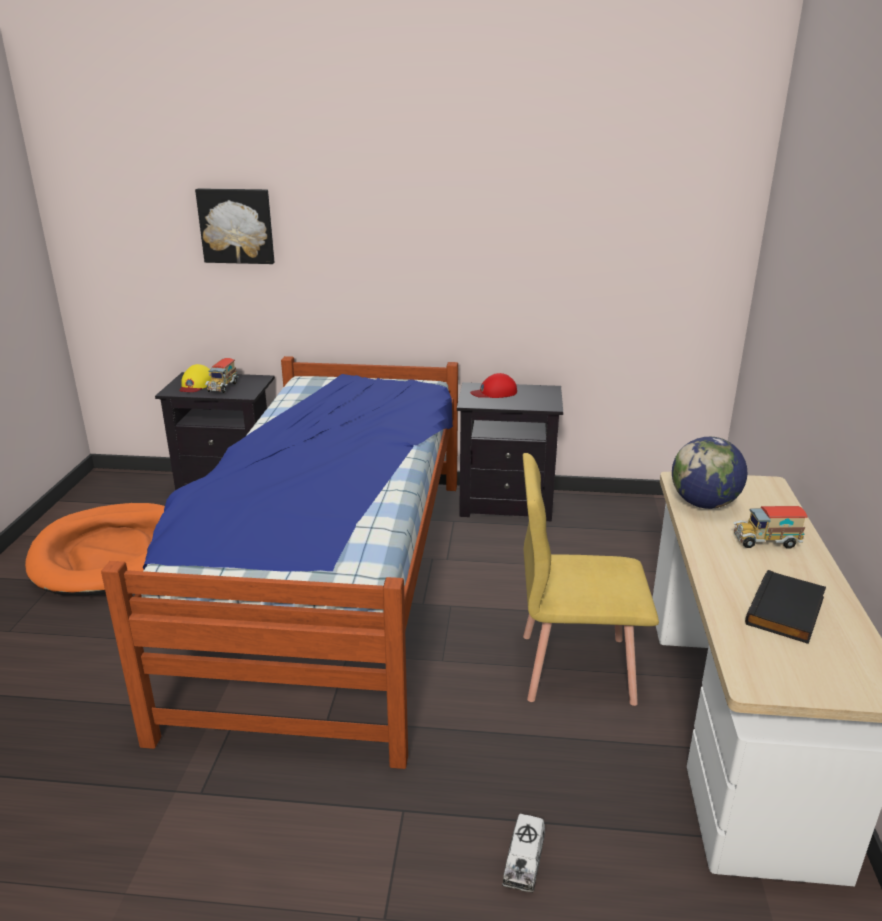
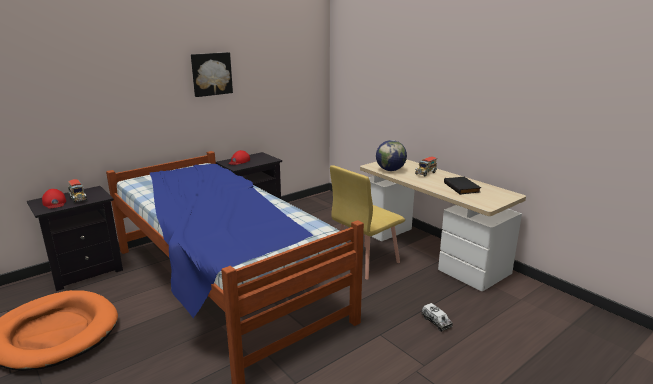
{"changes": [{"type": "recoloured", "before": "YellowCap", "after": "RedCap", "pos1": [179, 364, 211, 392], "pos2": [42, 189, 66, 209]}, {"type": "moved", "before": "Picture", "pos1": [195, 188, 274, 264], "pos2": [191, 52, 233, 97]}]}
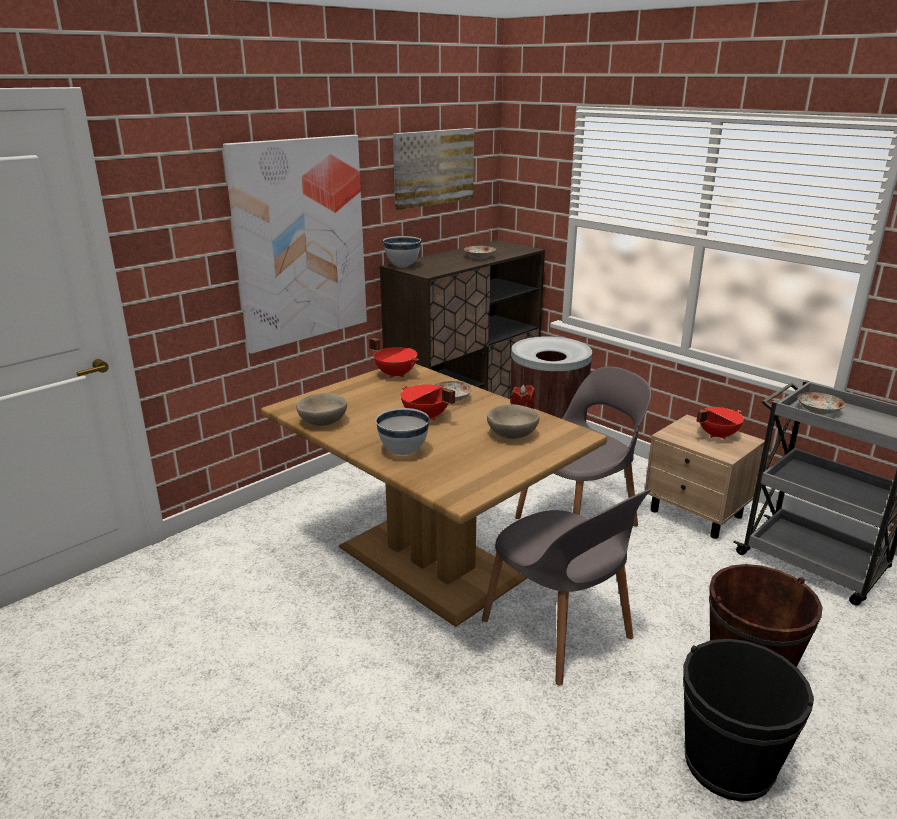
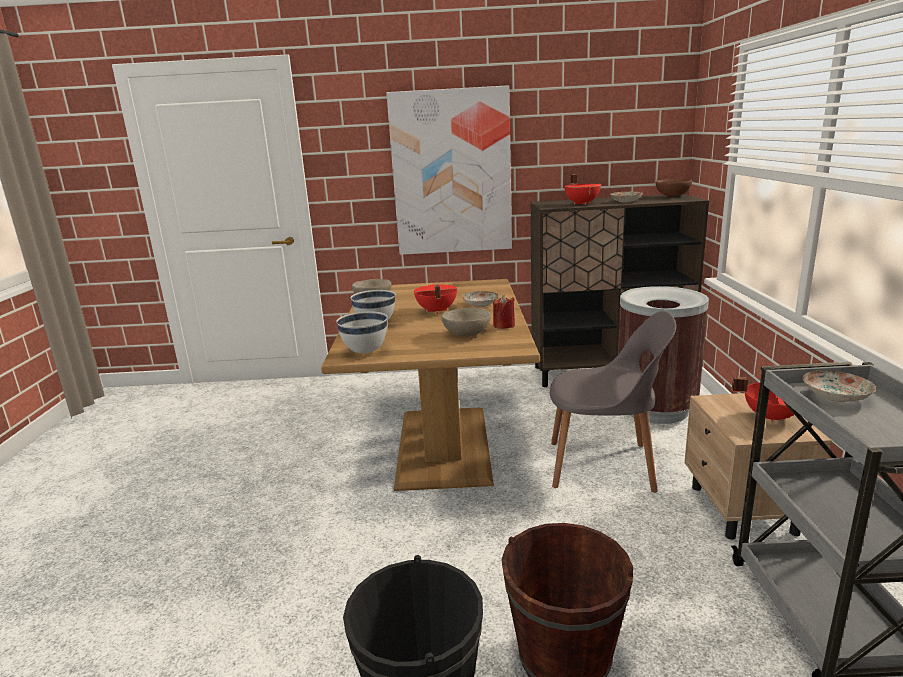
{"changes": [{"type": "moved", "before": "RedCookingPot", "pos1": [369, 338, 418, 378], "pos2": [564, 174, 601, 205]}, {"type": "moved", "before": "WhiteBowl", "pos1": [383, 236, 421, 267], "pos2": [336, 311, 387, 354]}, {"type": "removed", "before": "Picture", "pos1": [393, 128, 474, 210]}, {"type": "removed", "before": "GreyChair", "pos1": [482, 488, 652, 685]}, {"type": "added", "after": "BrownBowl", "pos2": [656, 179, 692, 197]}]}
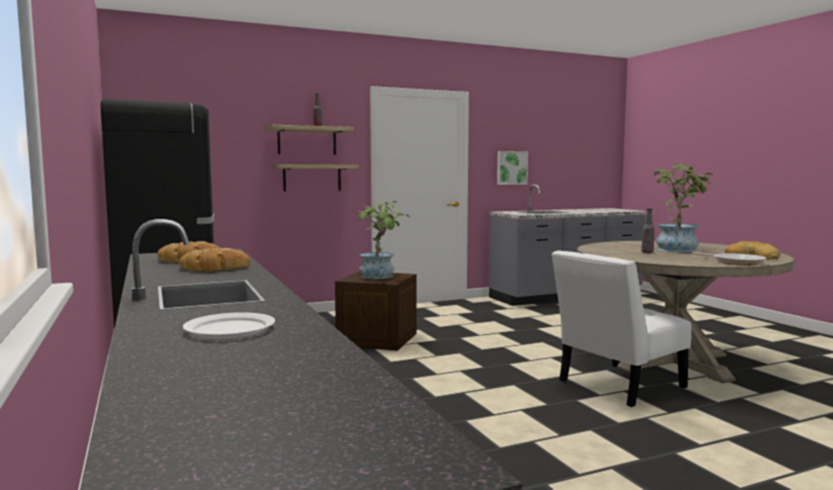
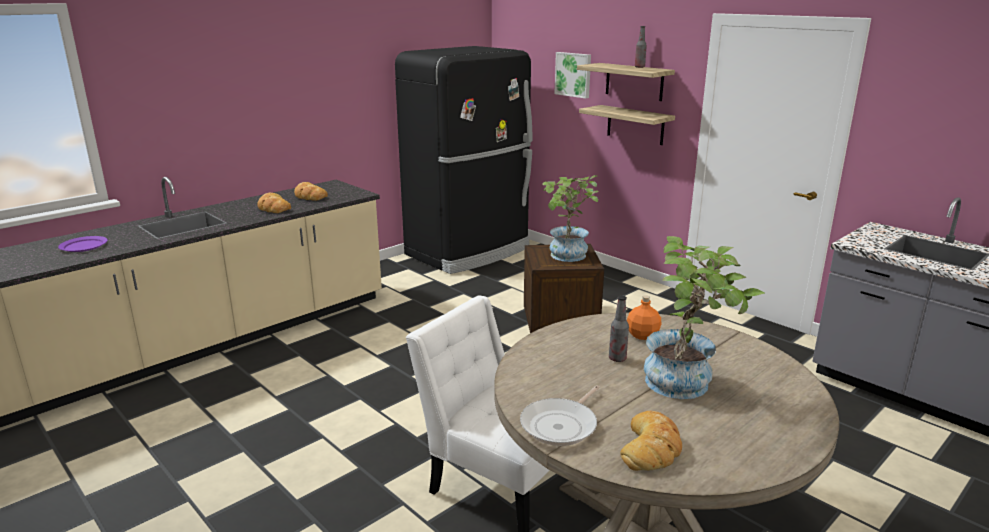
{"changes": [{"type": "recoloured", "before": "WhitePlate", "after": "PurplePlate", "pos1": [183, 312, 275, 338], "pos2": [58, 236, 108, 252]}, {"type": "moved", "before": "Picture", "pos1": [497, 151, 528, 185], "pos2": [555, 52, 591, 99]}, {"type": "added", "after": "OrangeBottle", "pos2": [627, 295, 661, 340]}]}
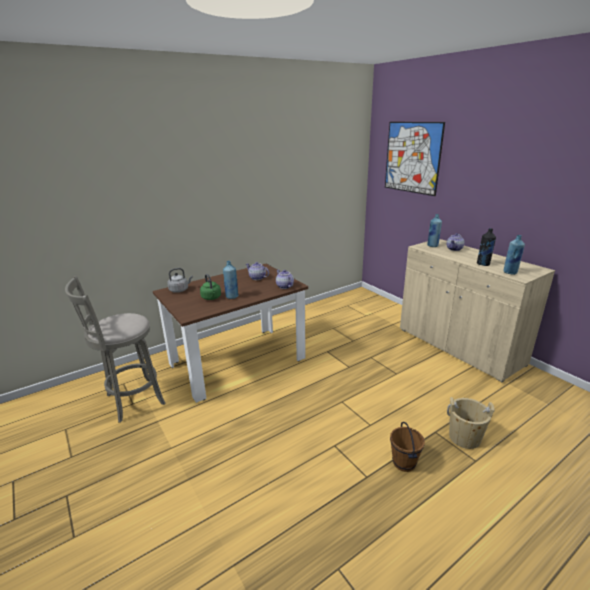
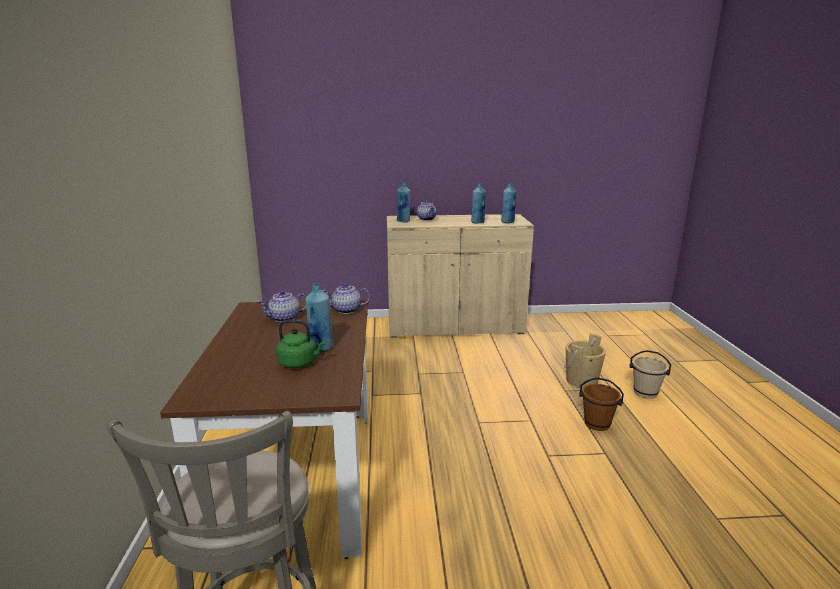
{"changes": [{"type": "removed", "before": "GreyKettle", "pos1": [168, 268, 193, 293]}, {"type": "removed", "before": "Picture", "pos1": [385, 122, 445, 196]}, {"type": "recoloured", "before": "BlackBottle", "after": "BlueBottle", "pos1": [477, 228, 496, 266], "pos2": [471, 183, 486, 224]}, {"type": "added", "after": "BeigeBucket", "pos2": [630, 350, 671, 399]}]}
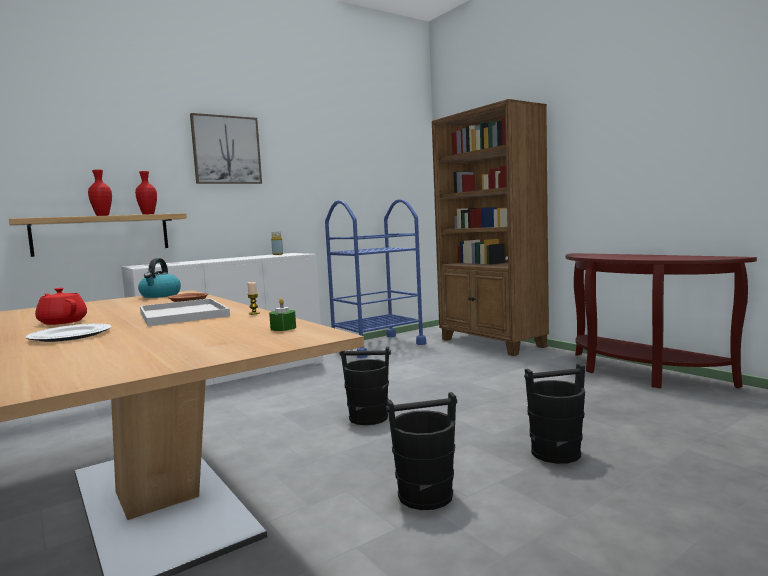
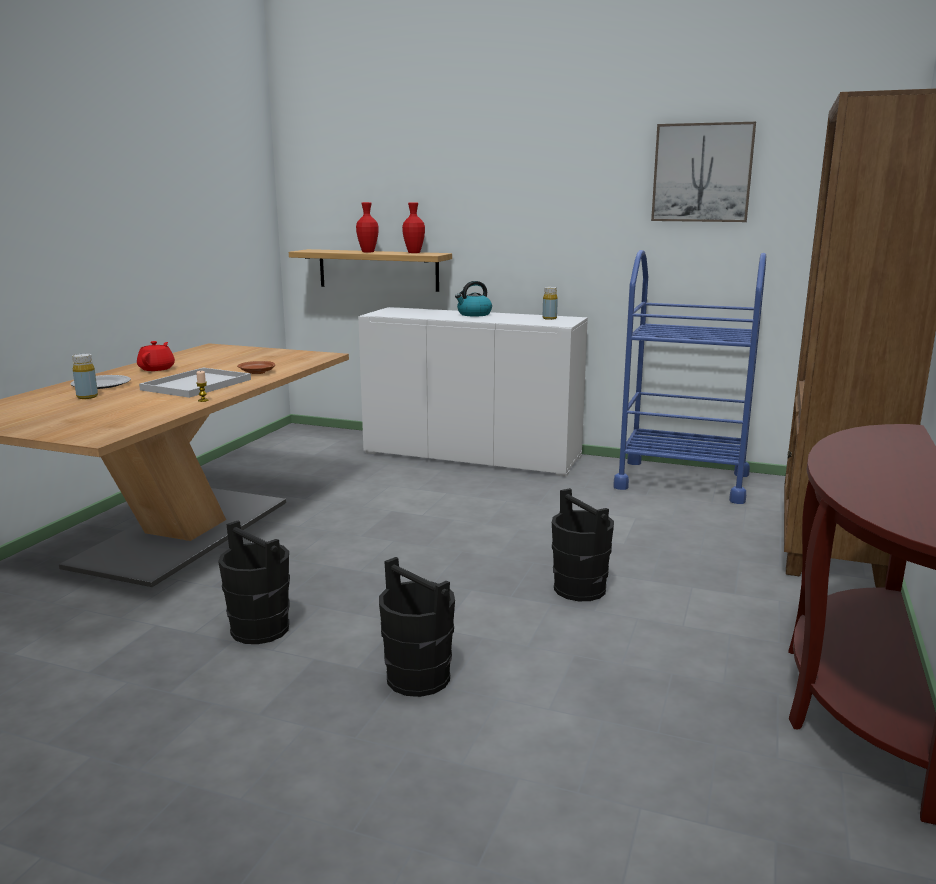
{"changes": [{"type": "moved", "before": "Kettle", "pos1": [138, 258, 181, 298], "pos2": [455, 281, 492, 317]}, {"type": "moved", "before": "Picture", "pos1": [190, 113, 262, 184], "pos2": [651, 122, 756, 222]}, {"type": "removed", "before": "GreenCandle", "pos1": [269, 298, 296, 331]}, {"type": "moved", "before": "BlackBucket", "pos1": [340, 347, 391, 425], "pos2": [552, 488, 614, 601]}, {"type": "added", "after": "YellowBottle", "pos2": [72, 353, 98, 399]}]}
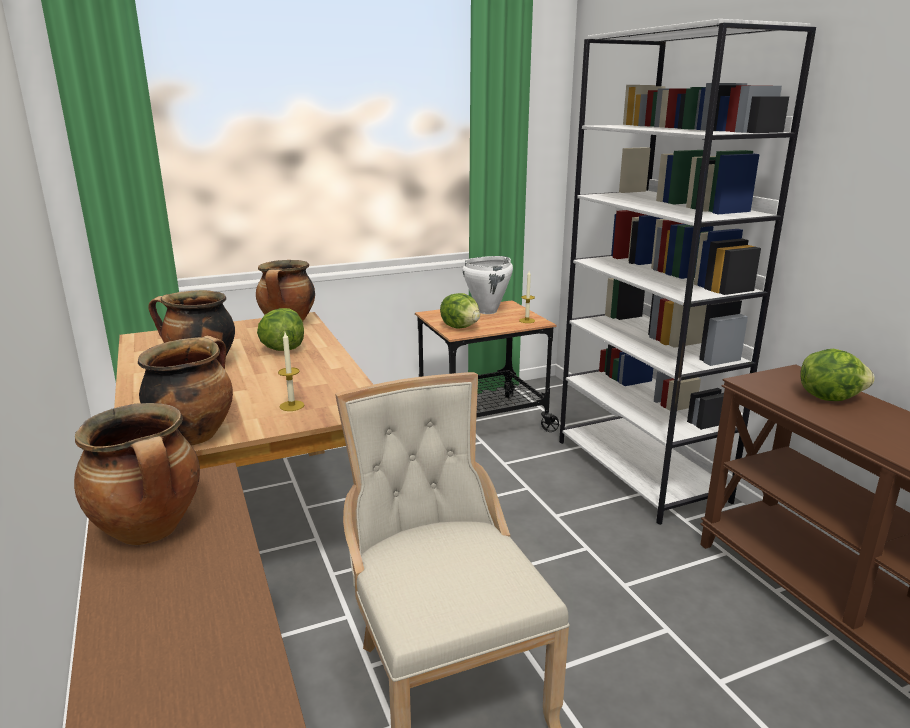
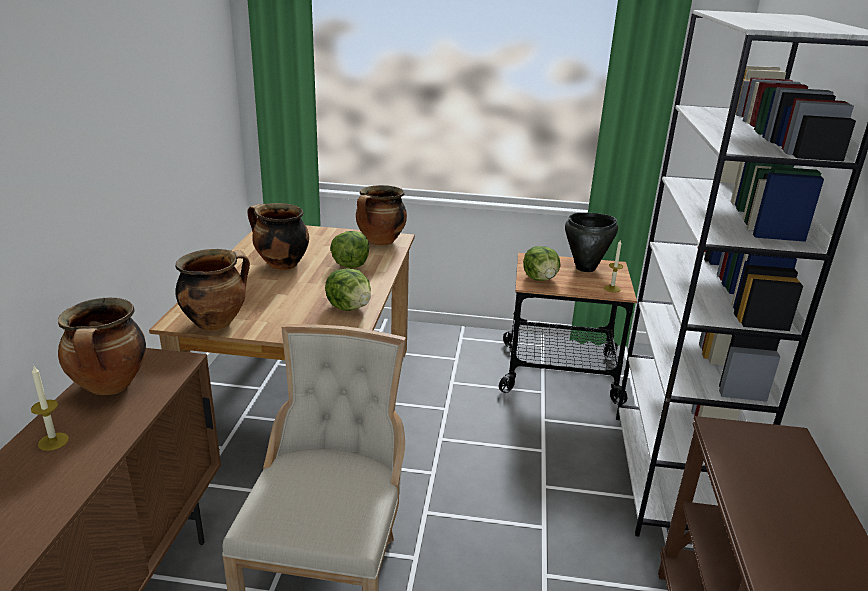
{"changes": [{"type": "moved", "before": "Candle", "pos1": [278, 332, 304, 411], "pos2": [31, 366, 69, 451]}, {"type": "recoloured", "before": "WhiteCookingPot", "after": "BlackCookingPot", "pos1": [463, 256, 513, 314], "pos2": [565, 213, 618, 272]}, {"type": "moved", "before": "Lettuce", "pos1": [800, 349, 875, 401], "pos2": [325, 268, 371, 311]}]}
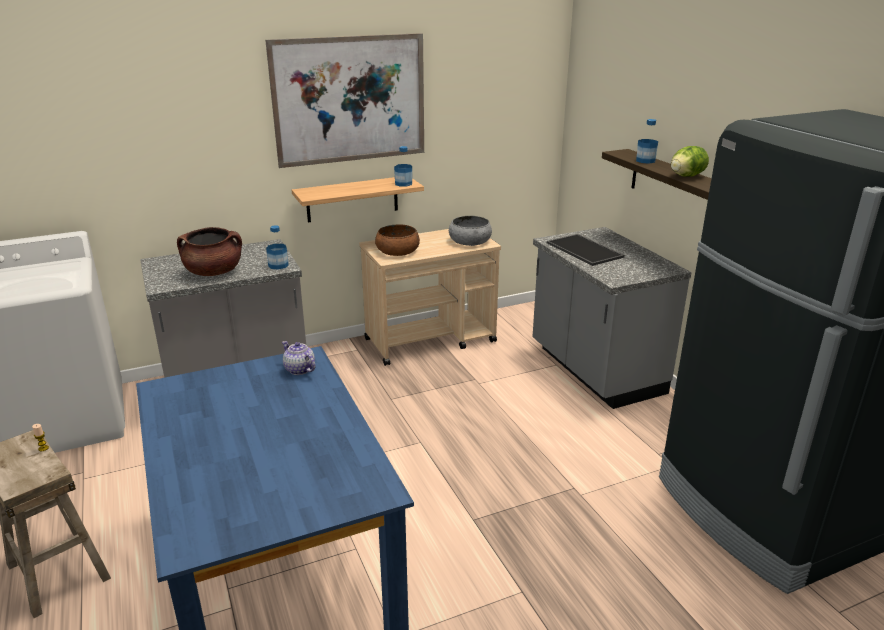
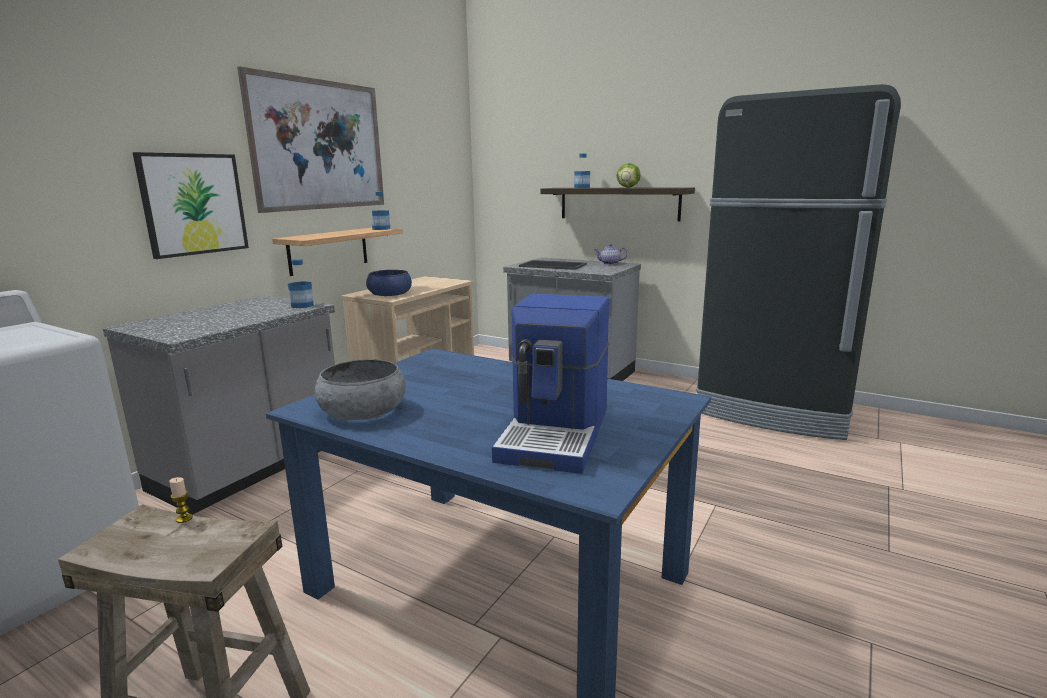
{"changes": [{"type": "removed", "before": "BrownCookingPot", "pos1": [177, 227, 242, 276]}, {"type": "moved", "before": "Teapot", "pos1": [282, 341, 315, 375], "pos2": [594, 244, 627, 265]}, {"type": "recoloured", "before": "BrownBowl", "after": "BlueBowl", "pos1": [375, 224, 420, 256], "pos2": [366, 270, 412, 296]}, {"type": "moved", "before": "GreyBowl", "pos1": [449, 216, 492, 246], "pos2": [315, 359, 406, 420]}, {"type": "added", "after": "Picture", "pos2": [133, 152, 249, 259]}, {"type": "added", "after": "CoffeeMachine", "pos2": [492, 294, 609, 474]}]}
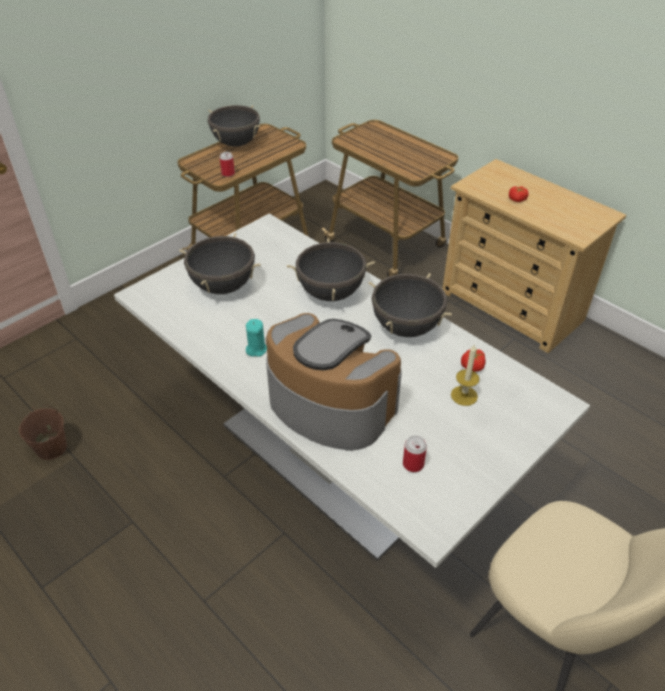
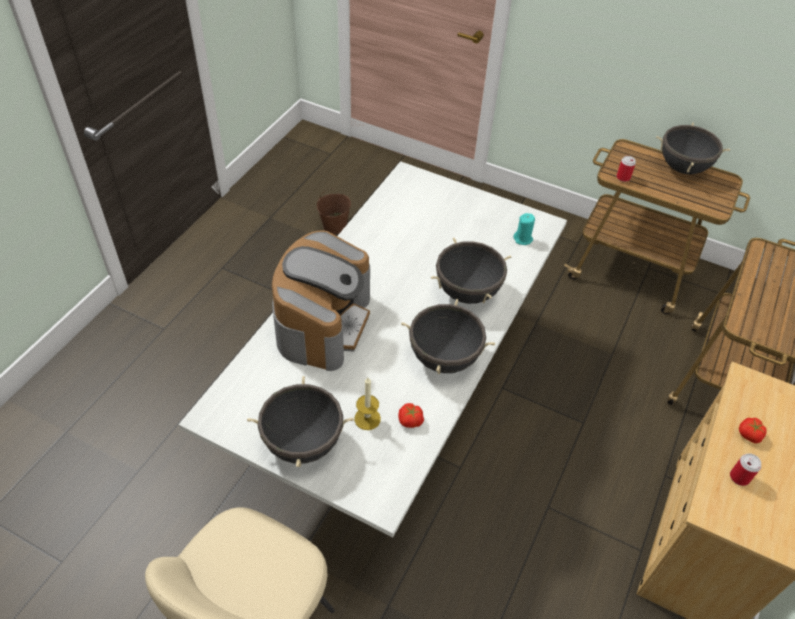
{"changes": [{"type": "moved", "before": "BlackCookingPot", "pos1": [179, 233, 261, 294], "pos2": [247, 376, 354, 467]}, {"type": "moved", "before": "TurquoiseCandle", "pos1": [246, 319, 267, 357], "pos2": [513, 213, 535, 245]}, {"type": "moved", "before": "Can", "pos1": [403, 435, 427, 472], "pos2": [730, 453, 761, 486]}]}
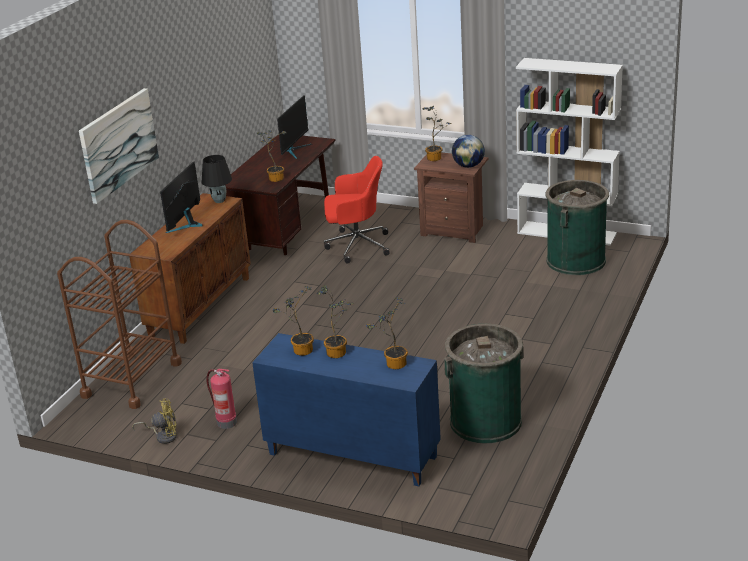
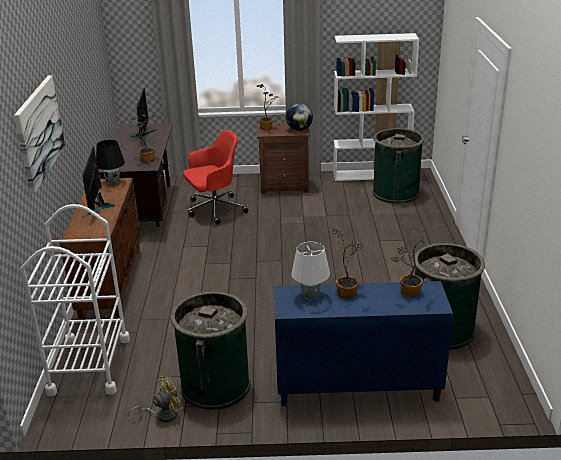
{"changes": [{"type": "recoloured", "before": "BrownCart", "after": "WhiteCart", "pos1": [57, 220, 182, 409], "pos2": [20, 204, 130, 397]}, {"type": "replaced", "before": "FireExtinguisher", "after": "GreenTrashCan", "pos1": [207, 369, 237, 429], "pos2": [170, 291, 250, 410]}, {"type": "replaced", "before": "PottedPlant", "after": "WhiteTableLamp", "pos1": [273, 286, 314, 356], "pos2": [291, 242, 330, 301]}]}
